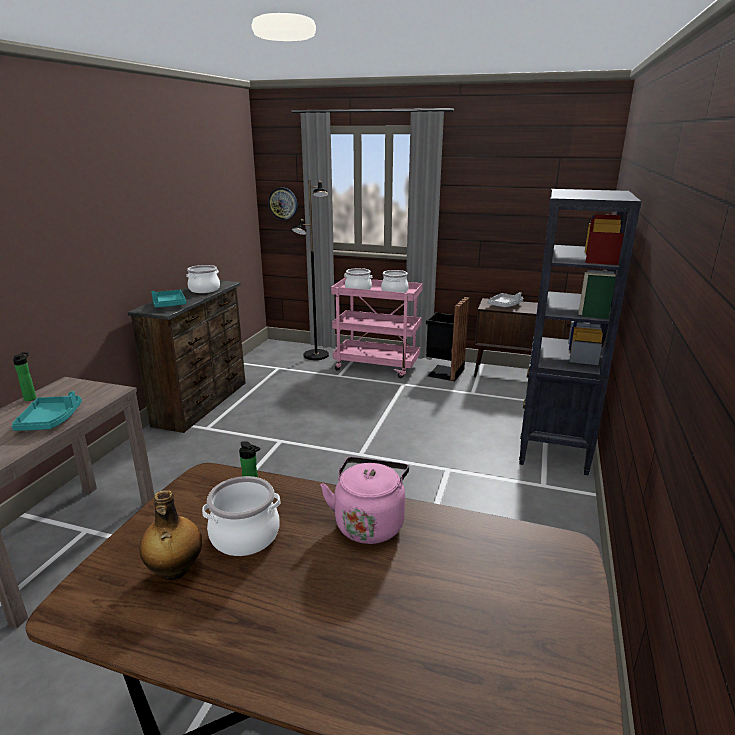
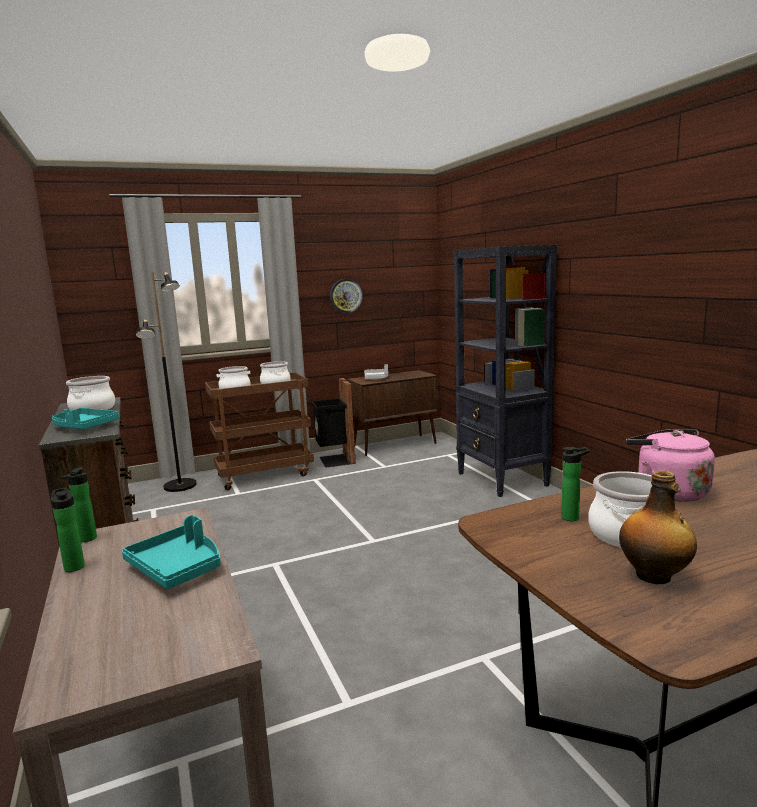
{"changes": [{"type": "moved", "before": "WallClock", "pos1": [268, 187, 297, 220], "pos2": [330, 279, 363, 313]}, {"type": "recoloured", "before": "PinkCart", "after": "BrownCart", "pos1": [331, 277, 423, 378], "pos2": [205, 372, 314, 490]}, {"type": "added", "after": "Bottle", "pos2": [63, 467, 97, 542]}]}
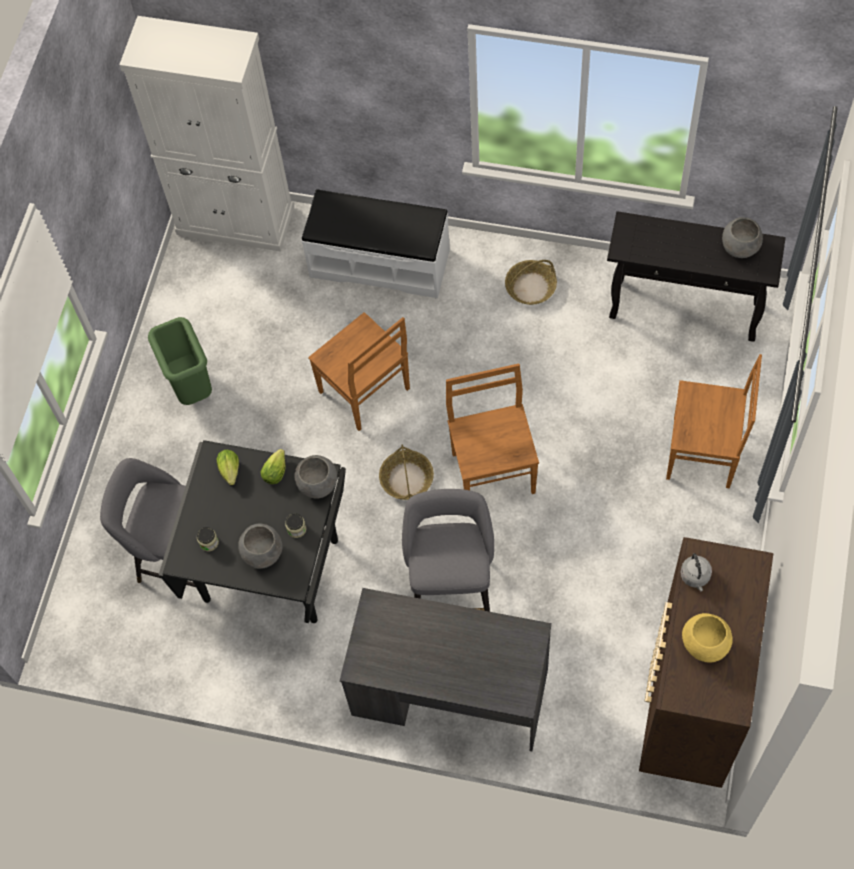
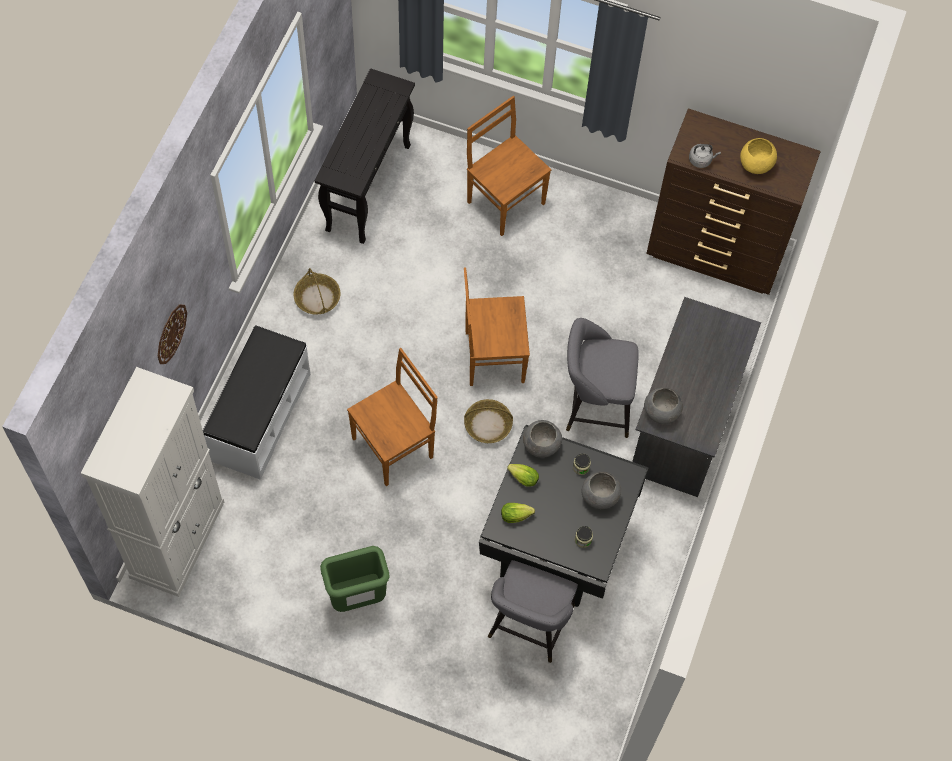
{"changes": [{"type": "turned", "before": "BrownChair", "pos1": [666, 354, 762, 488], "pos2": [467, 96, 551, 236], "turn": -60}, {"type": "moved", "before": "GreyBowl", "pos1": [722, 217, 763, 258], "pos2": [644, 388, 683, 424]}, {"type": "added", "after": "WallClock", "pos2": [158, 305, 187, 364]}]}
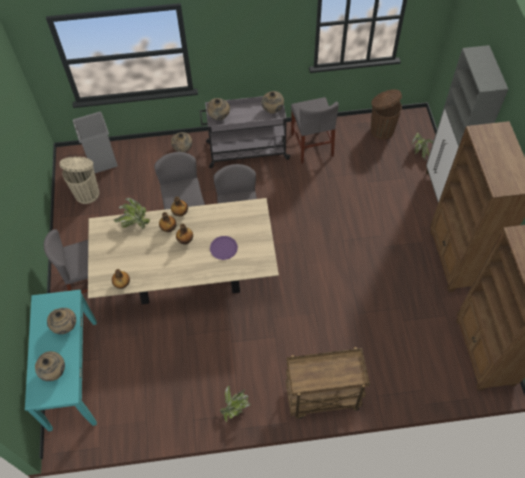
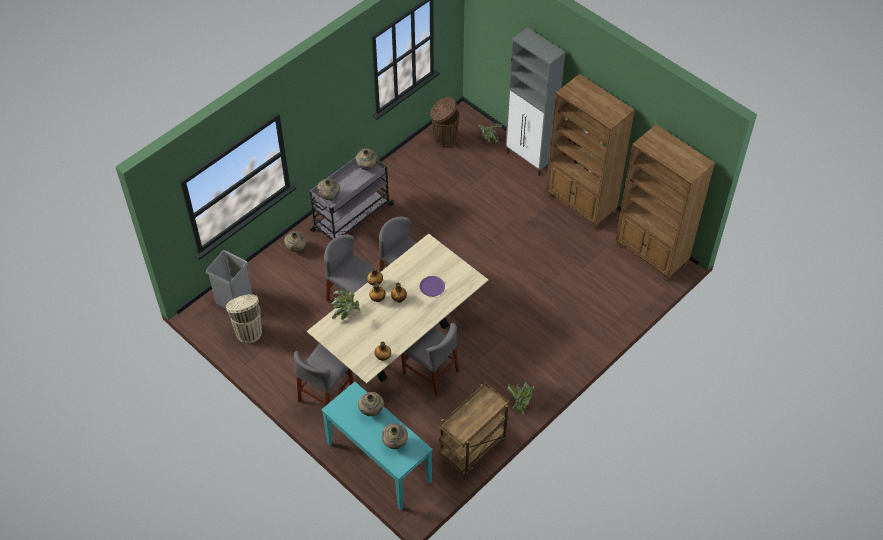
{"changes": [{"type": "moved", "before": "BrownCart", "pos1": [286, 347, 370, 419], "pos2": [439, 382, 510, 475]}, {"type": "moved", "before": "GreyChair", "pos1": [291, 97, 339, 163], "pos2": [401, 323, 459, 396]}]}
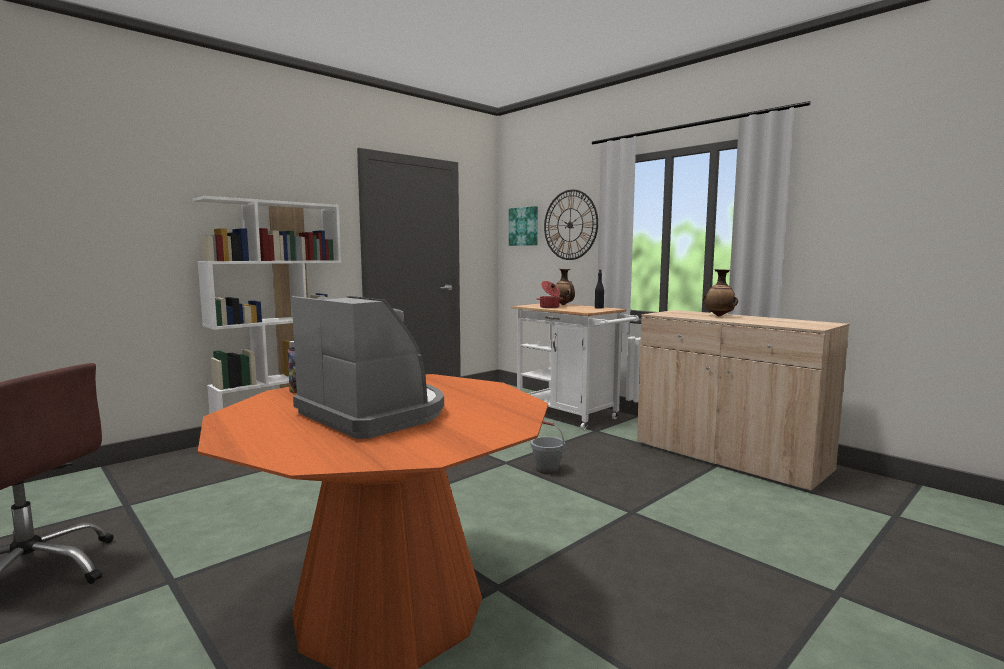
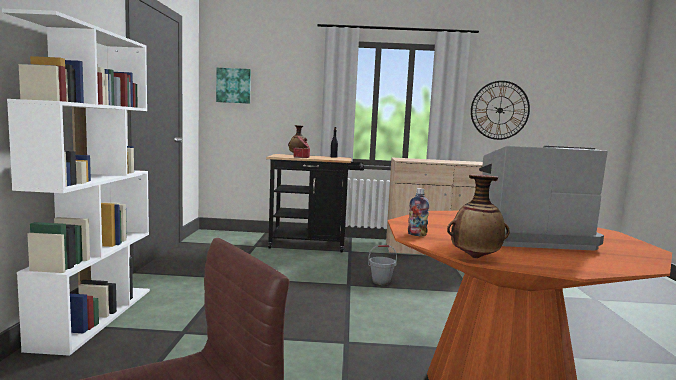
{"changes": [{"type": "recoloured", "before": "WhiteCart", "after": "BlackCart", "pos1": [511, 304, 639, 430], "pos2": [266, 154, 364, 253]}, {"type": "moved", "before": "WallClock", "pos1": [544, 189, 598, 260], "pos2": [471, 81, 530, 140]}, {"type": "moved", "before": "Vase", "pos1": [703, 269, 738, 316], "pos2": [447, 174, 510, 258]}]}
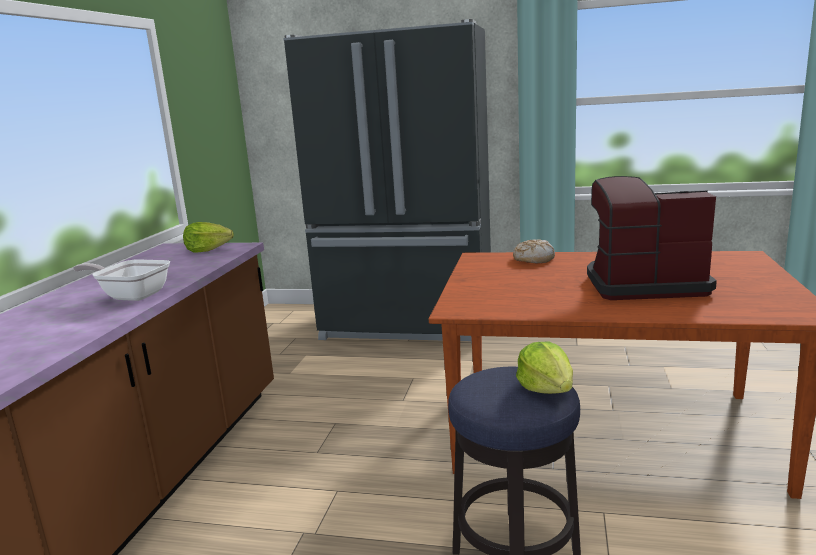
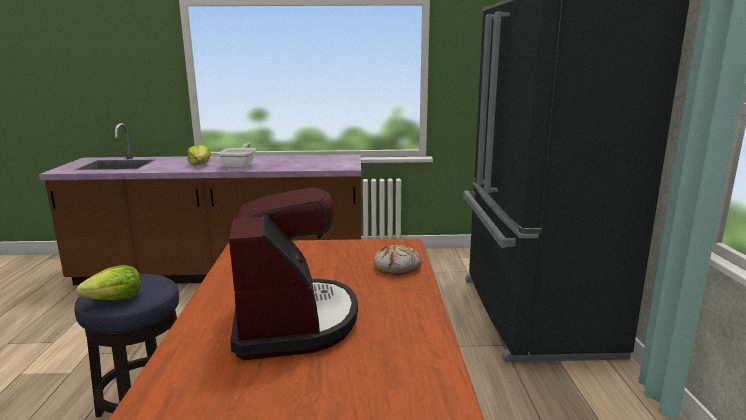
{"changes": [{"type": "moved", "before": "Lettuce", "pos1": [183, 222, 234, 252], "pos2": [187, 144, 211, 165]}]}
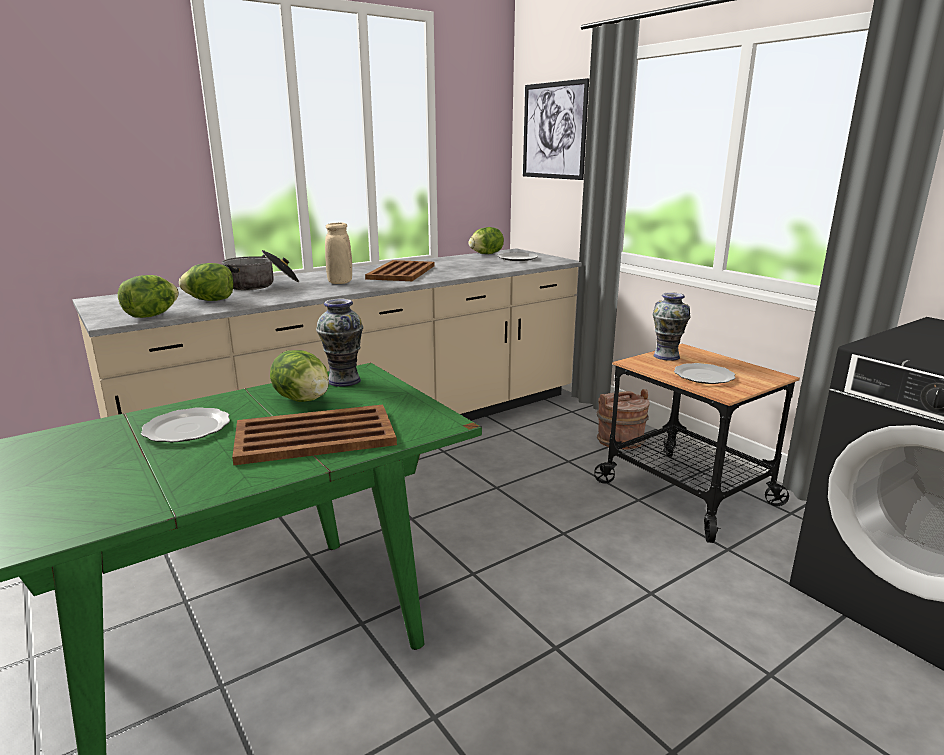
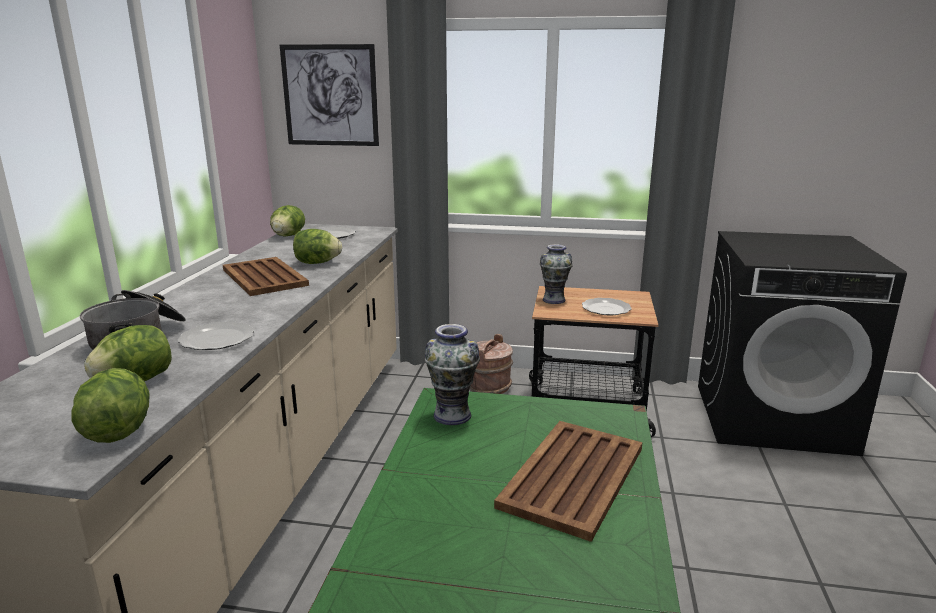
{"changes": [{"type": "moved", "before": "Plate", "pos1": [141, 407, 230, 443], "pos2": [178, 321, 255, 350]}, {"type": "moved", "before": "Lettuce", "pos1": [270, 350, 329, 402], "pos2": [293, 229, 342, 264]}, {"type": "removed", "before": "BeigeVase", "pos1": [325, 223, 352, 284]}]}
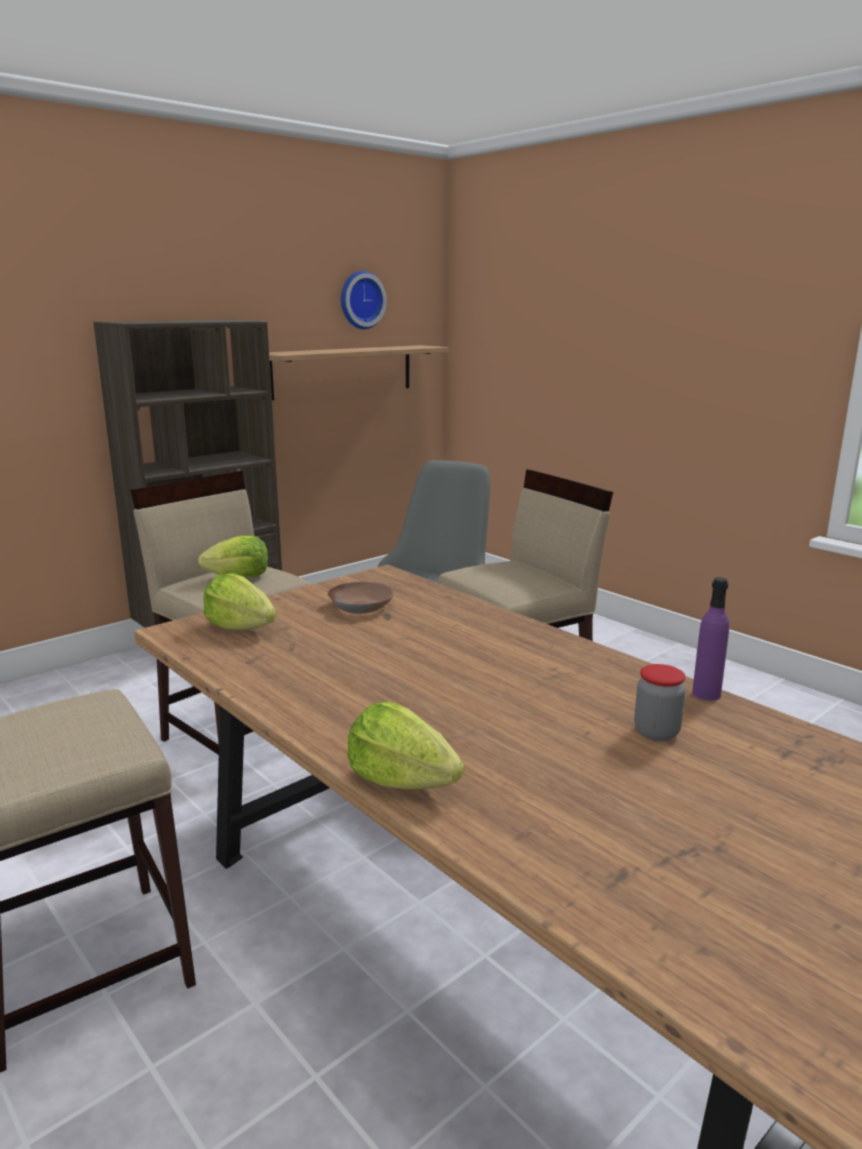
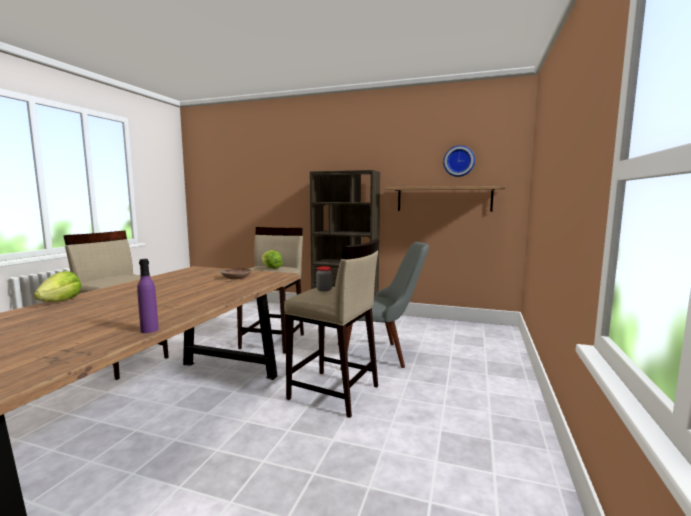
{"changes": [{"type": "removed", "before": "Lettuce", "pos1": [203, 573, 277, 631]}, {"type": "moved", "before": "Jar", "pos1": [634, 664, 686, 741], "pos2": [316, 267, 332, 291]}]}
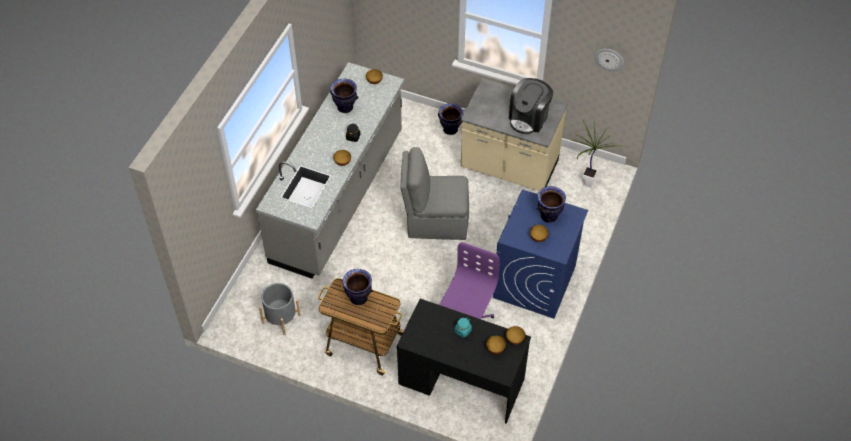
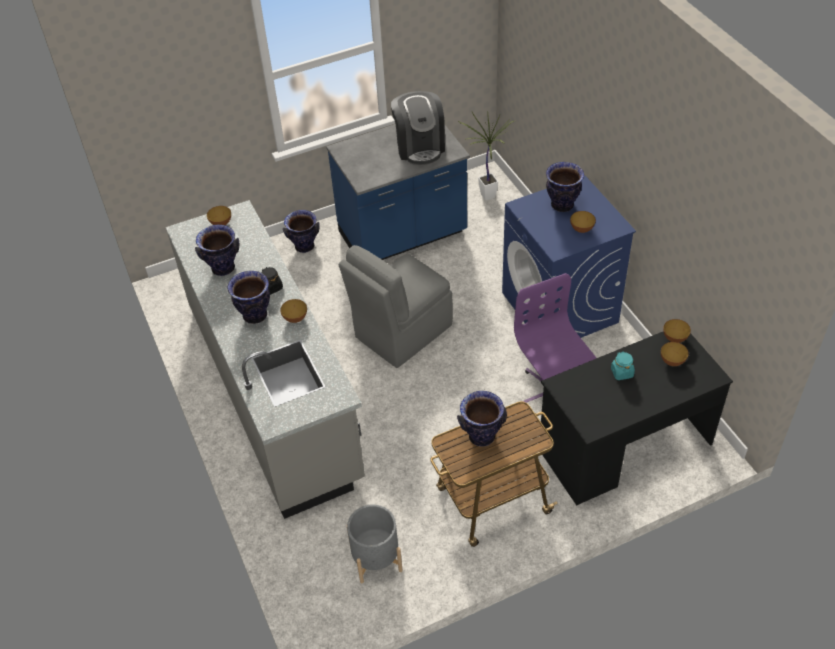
{"changes": [{"type": "recoloured", "before": "BeigeCounter", "after": "BlueCounter", "pos1": [460, 78, 568, 191], "pos2": [326, 124, 470, 260]}, {"type": "removed", "before": "WallClock", "pos1": [595, 49, 624, 71]}, {"type": "added", "after": "Vase", "pos2": [228, 271, 270, 324]}]}
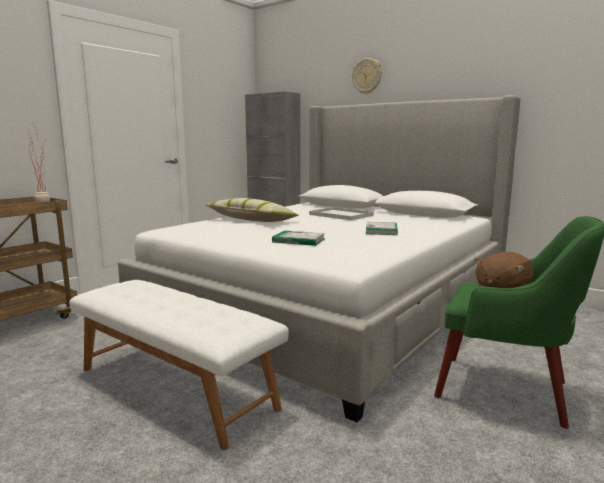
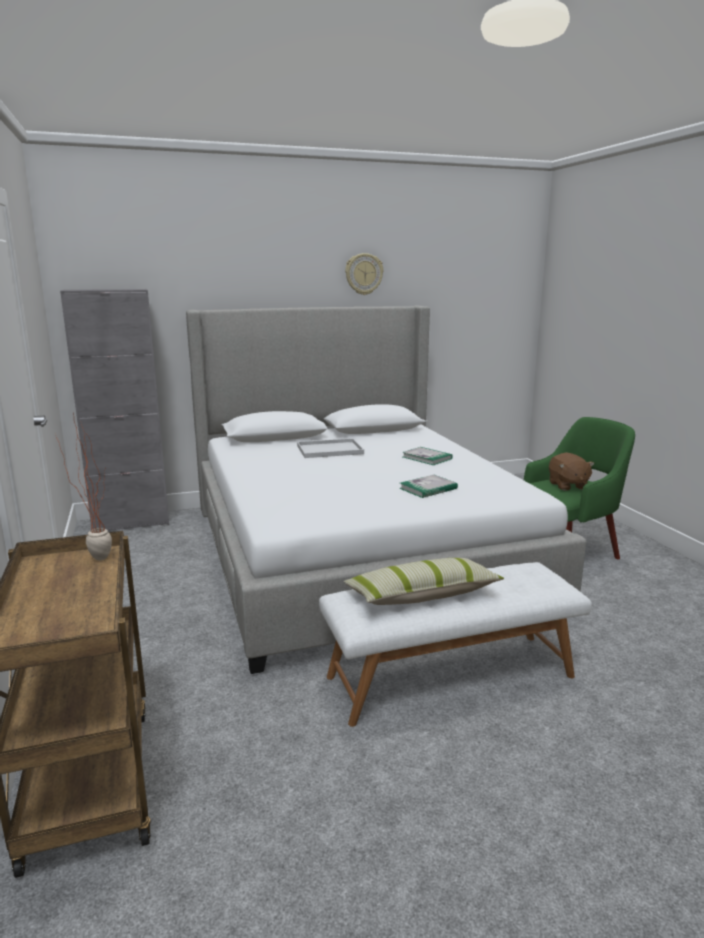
{"changes": [{"type": "moved", "before": "Pillow", "pos1": [206, 198, 299, 222], "pos2": [344, 558, 504, 605]}, {"type": "moved", "before": "WallClock", "pos1": [352, 58, 382, 94], "pos2": [345, 253, 383, 295]}]}
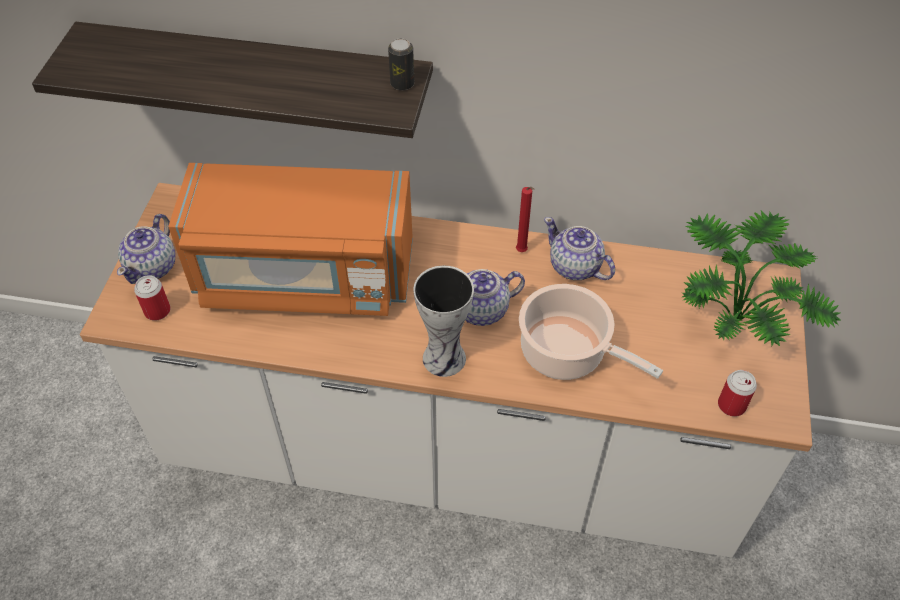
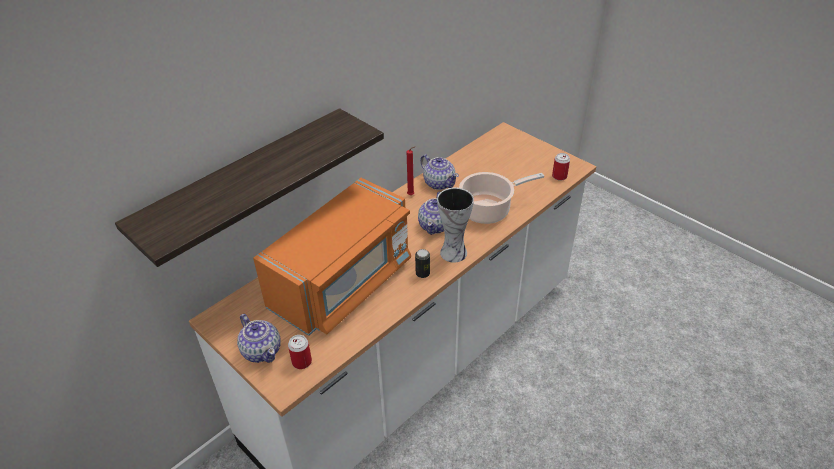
{"changes": [{"type": "moved", "before": "Can", "pos1": [388, 38, 414, 91], "pos2": [415, 249, 430, 278]}, {"type": "turned", "before": "Teapot", "pos1": [544, 217, 615, 280], "pos2": [420, 155, 459, 190], "turn": -120}, {"type": "removed", "before": "PottedPlant", "pos1": [682, 211, 842, 346]}]}
